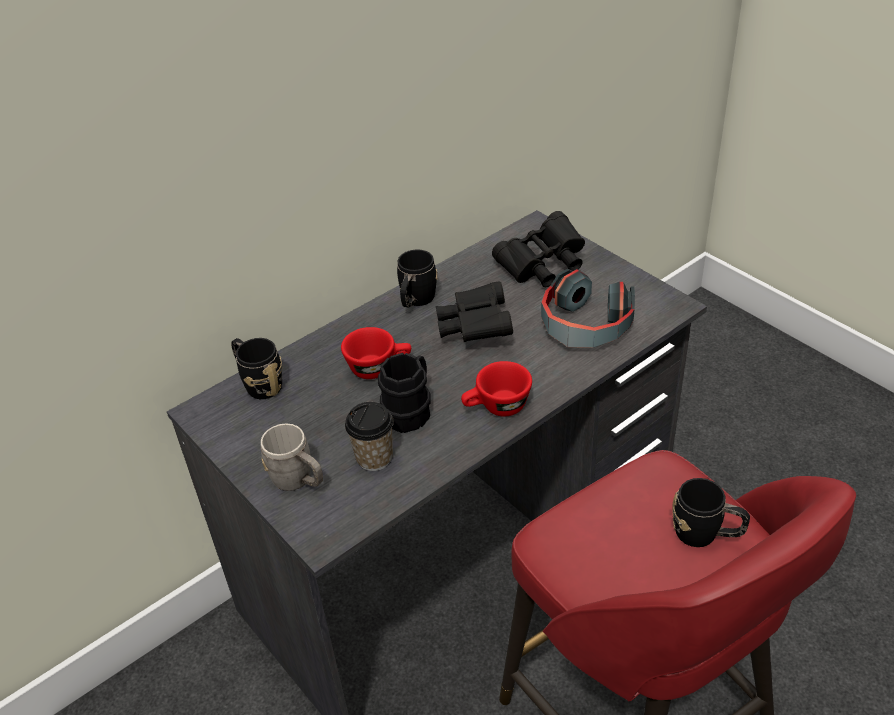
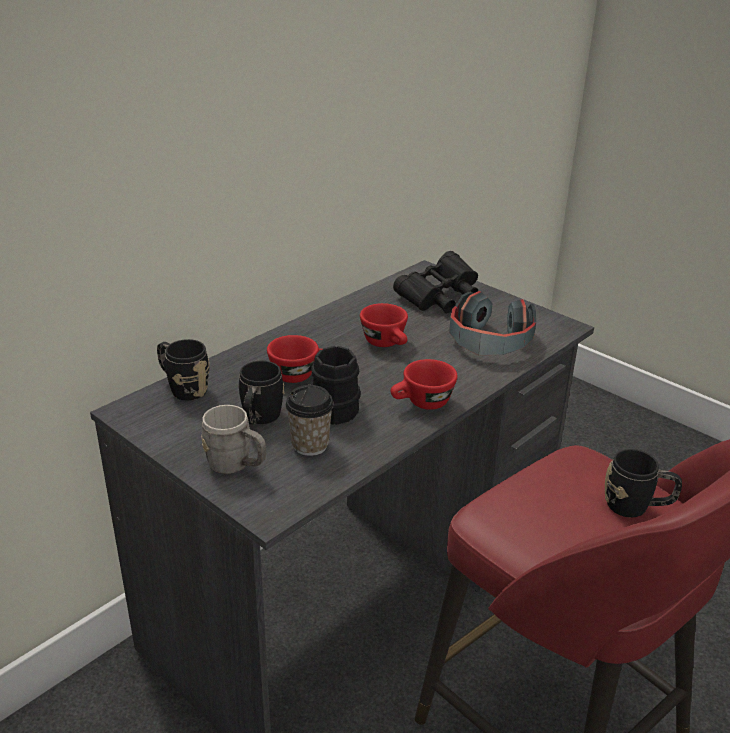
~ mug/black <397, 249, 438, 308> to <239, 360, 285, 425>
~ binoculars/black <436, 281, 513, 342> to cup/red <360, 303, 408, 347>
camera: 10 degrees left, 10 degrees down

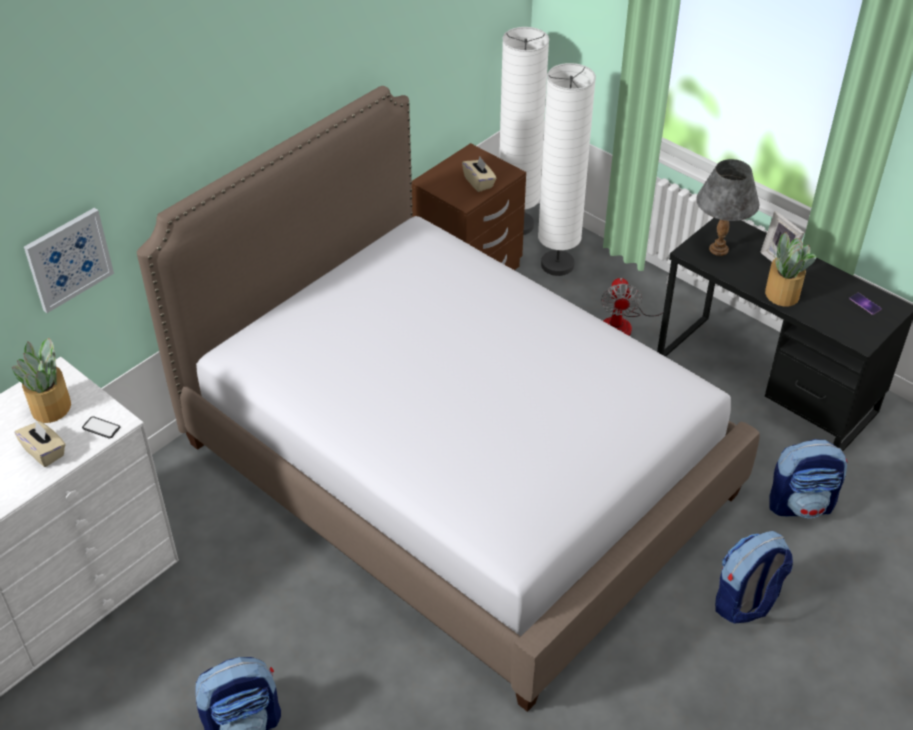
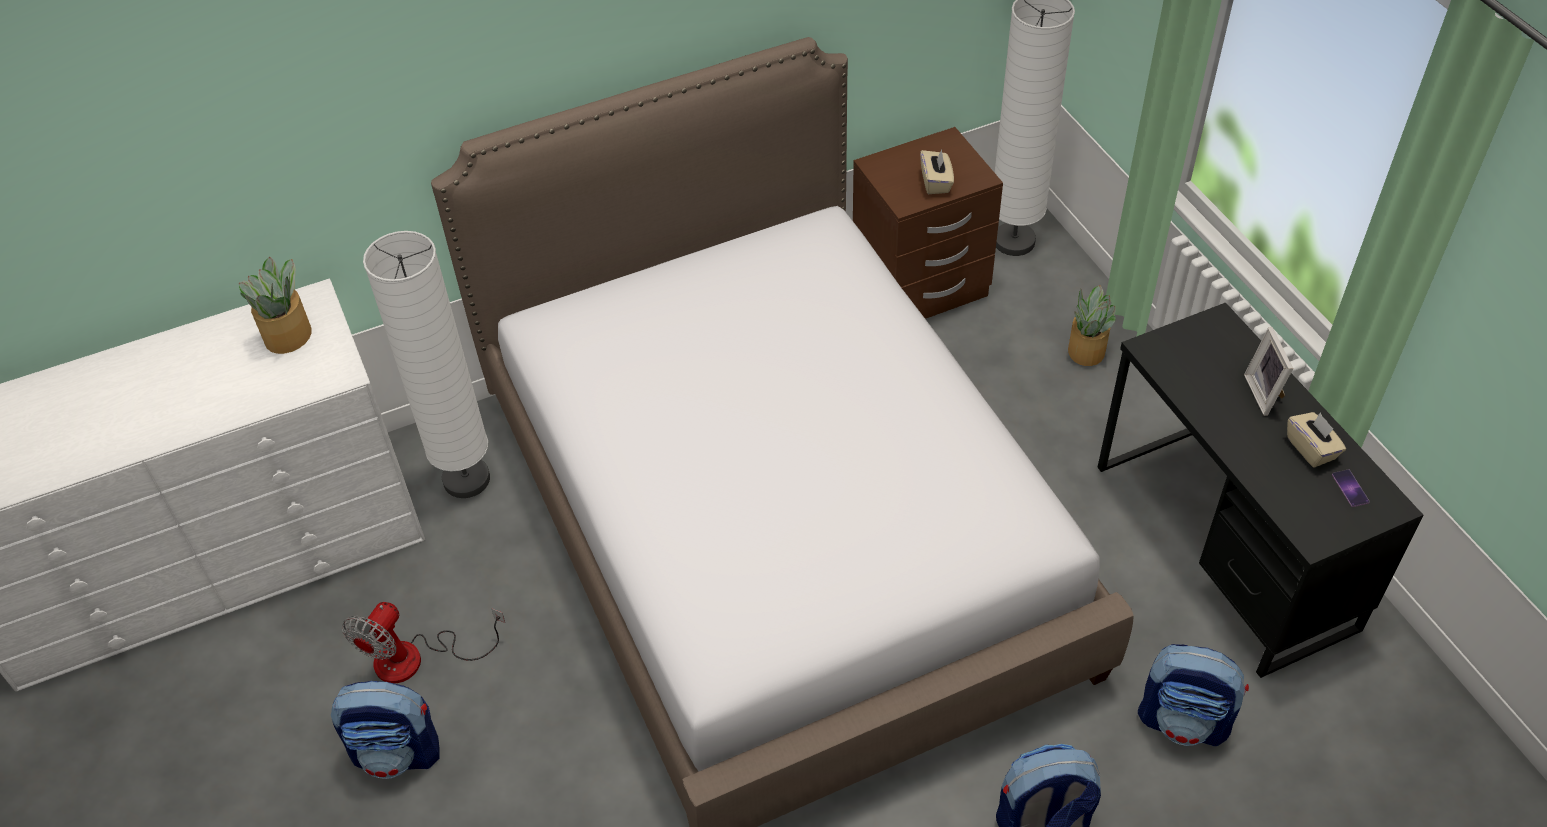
- picture <24, 208, 114, 313>
- phone <82, 416, 120, 438>
- table lamp/grey <696, 159, 760, 256>
~ tissue box/beige <15, 421, 66, 467> to <1287, 412, 1346, 468>
~ floor lamp/white <538, 63, 596, 276> to <363, 231, 490, 498>
~ fan <601, 275, 669, 336> to <343, 602, 505, 683>
~ potted plant <765, 232, 816, 307> to <1068, 285, 1116, 366>
camera: 25 degrees right, 5 degrees up

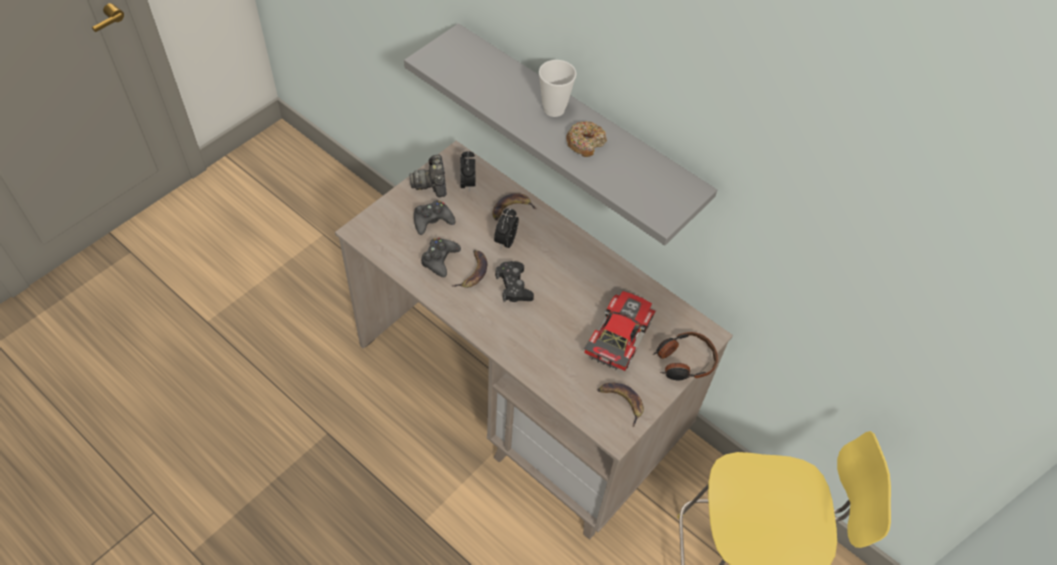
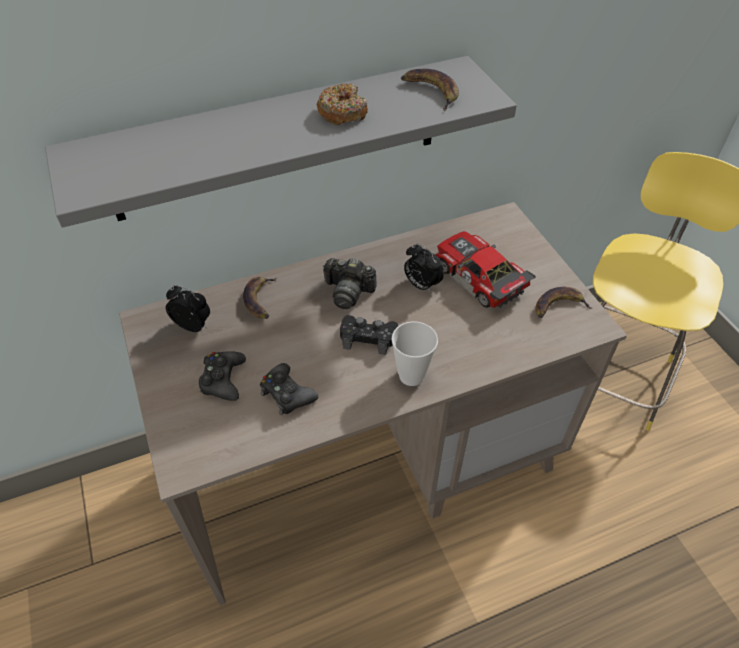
- headphones <653, 332, 718, 380>
~ photo camera <409, 155, 447, 197> to <323, 258, 377, 309>
~ banana <452, 250, 487, 288> to <401, 69, 459, 111>
~ alarm clock <494, 208, 519, 249> to <404, 243, 444, 293>
~ cup <539, 60, 576, 117> to <392, 321, 438, 386>
camera: 60 degrees left, 5 degrees down

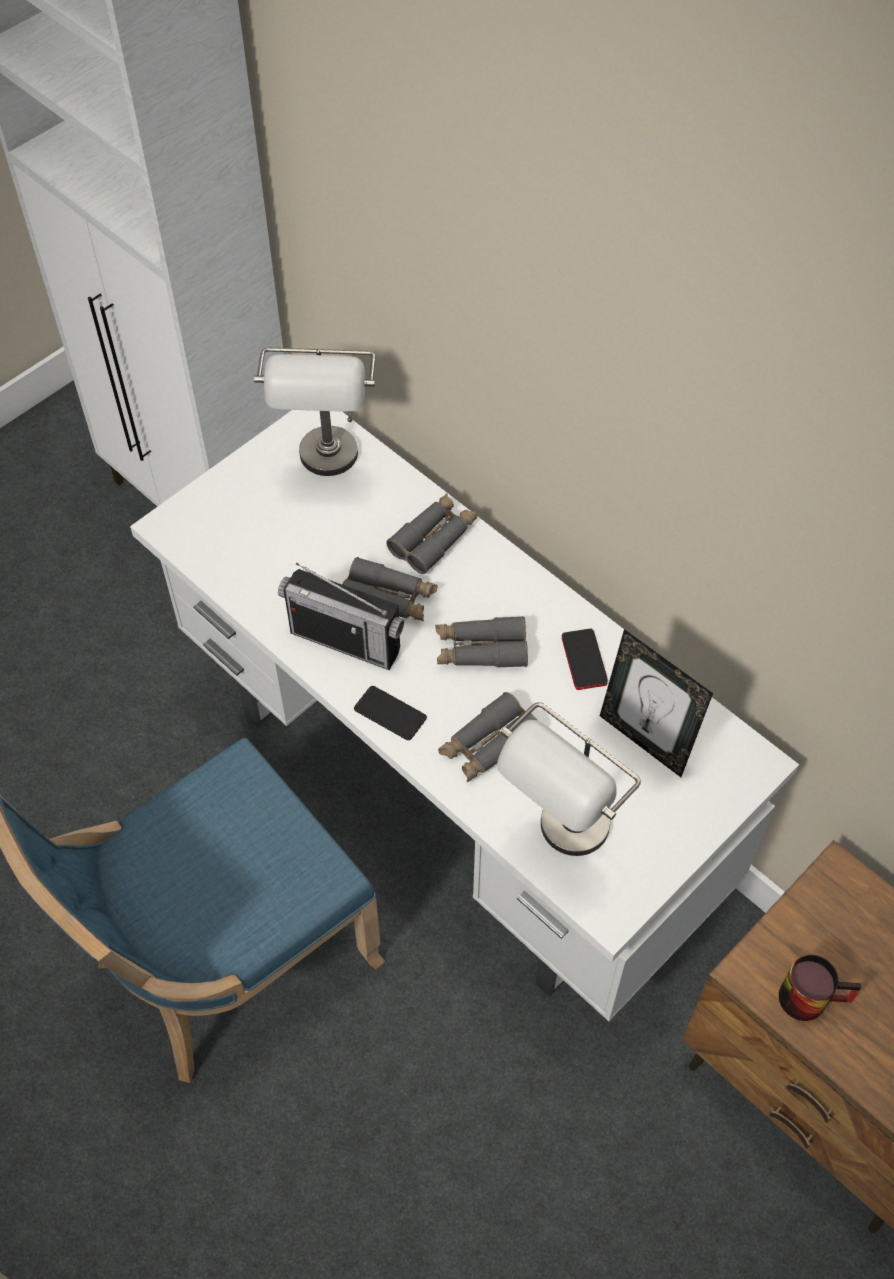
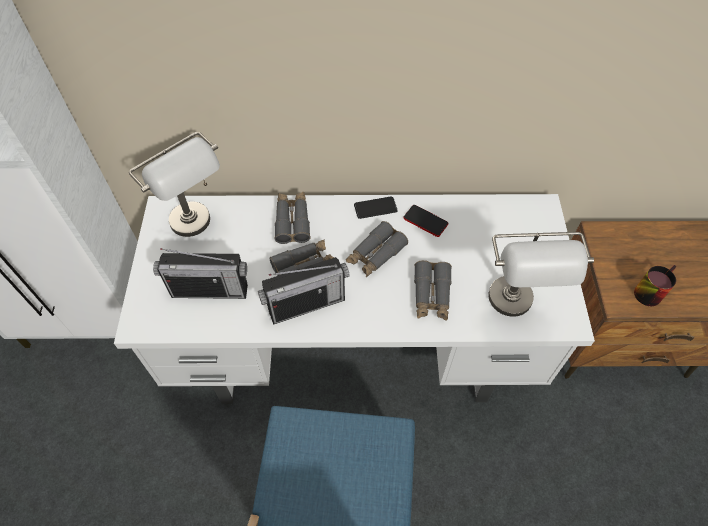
- picture frame <600, 629, 713, 777>
+ radio <153, 248, 248, 299>
~ phone <354, 686, 427, 740> to <354, 196, 398, 219>
camera: 45 degrees left, 0 degrees up

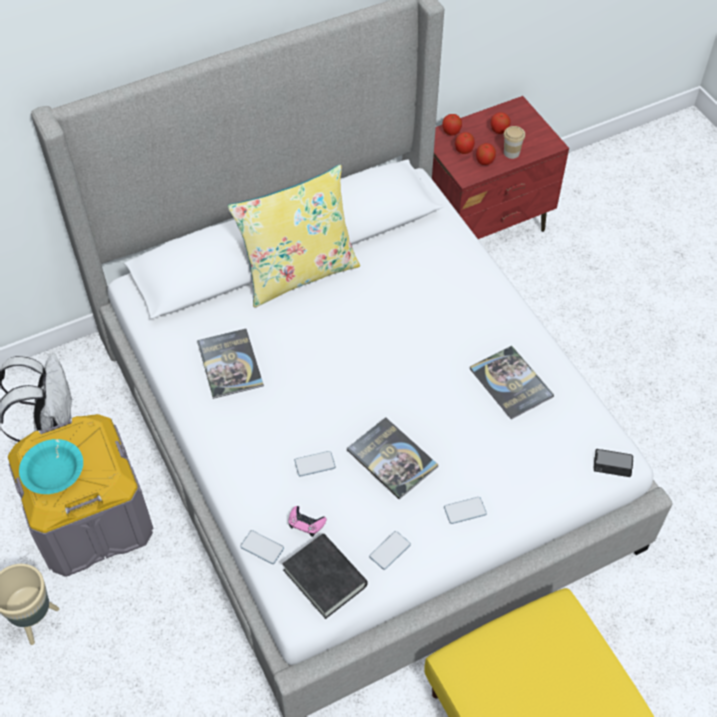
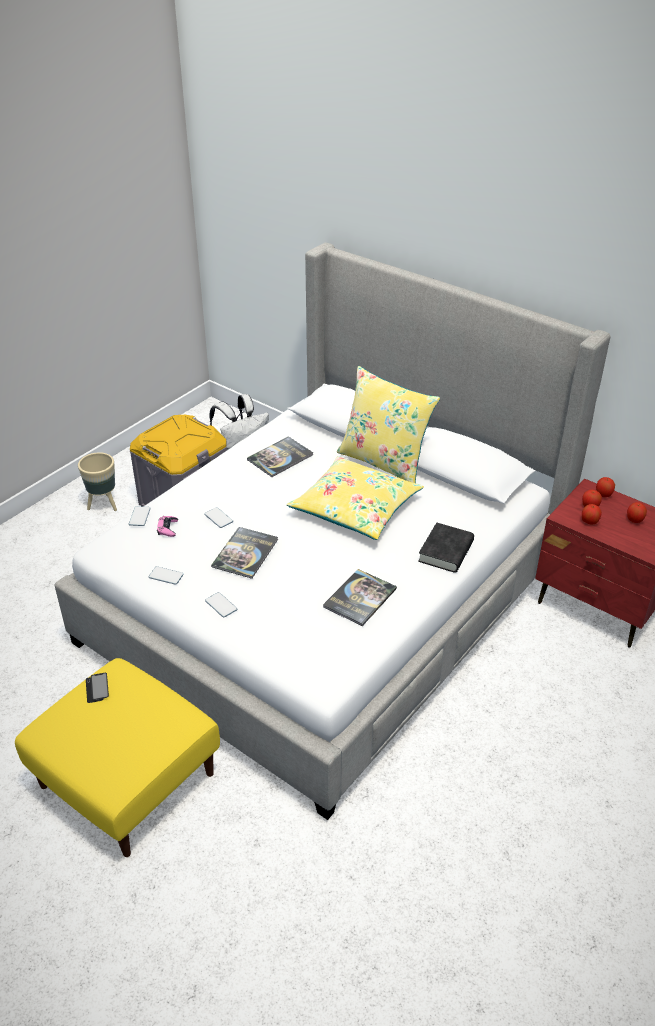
- bowl/turquoise <19, 439, 83, 494>
- cup <504, 126, 525, 159>
+ pillow/yellow <287, 456, 424, 540>
~ book/black <283, 534, 368, 619> to <418, 523, 474, 573>
~ phone <593, 449, 633, 477> to <86, 673, 109, 703>
camera: 65 degrees right, 15 degrees down

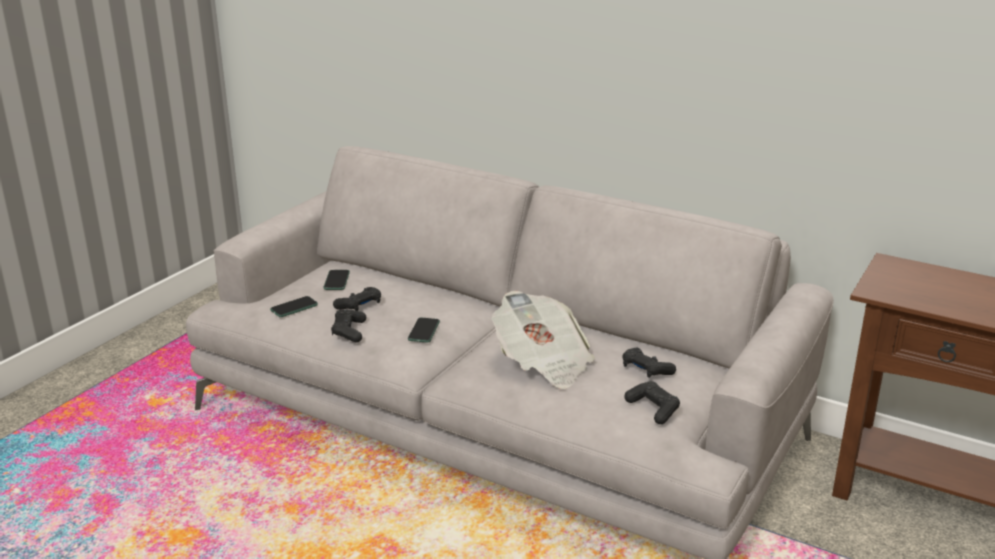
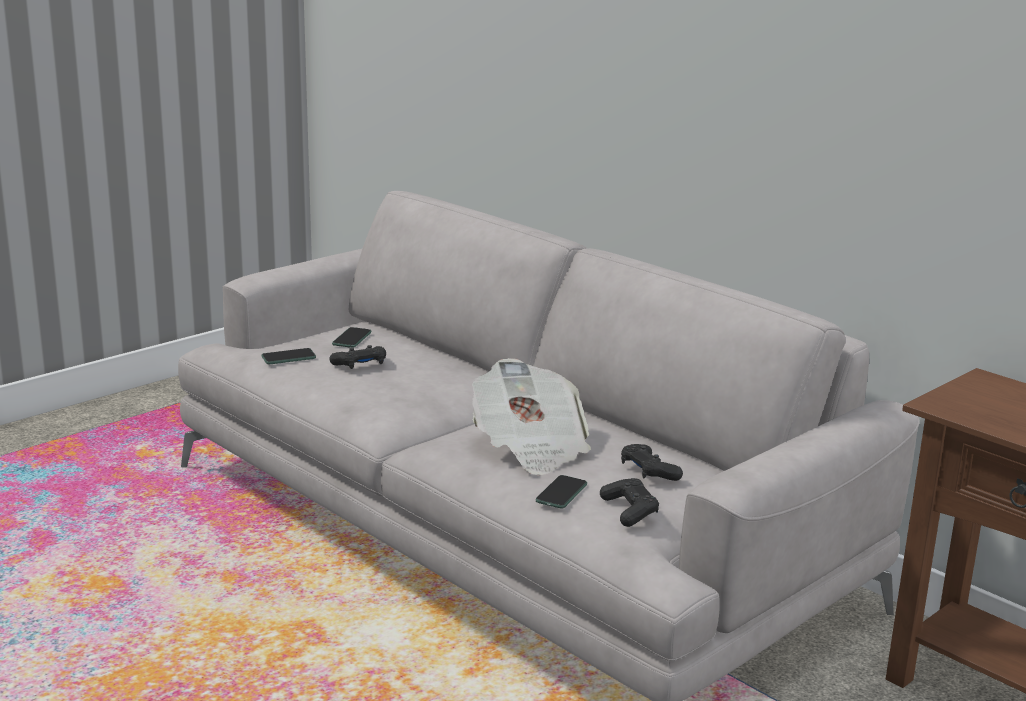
- game controller/black <331, 309, 366, 342>
~ phone <408, 318, 440, 343> to <536, 475, 587, 509>
camera: 15 degrees right, 5 degrees down

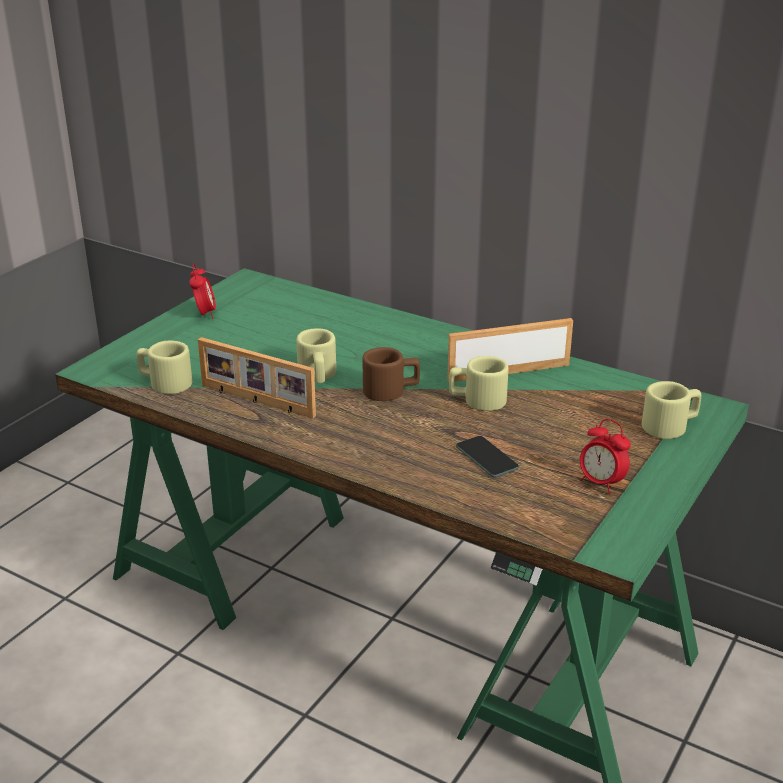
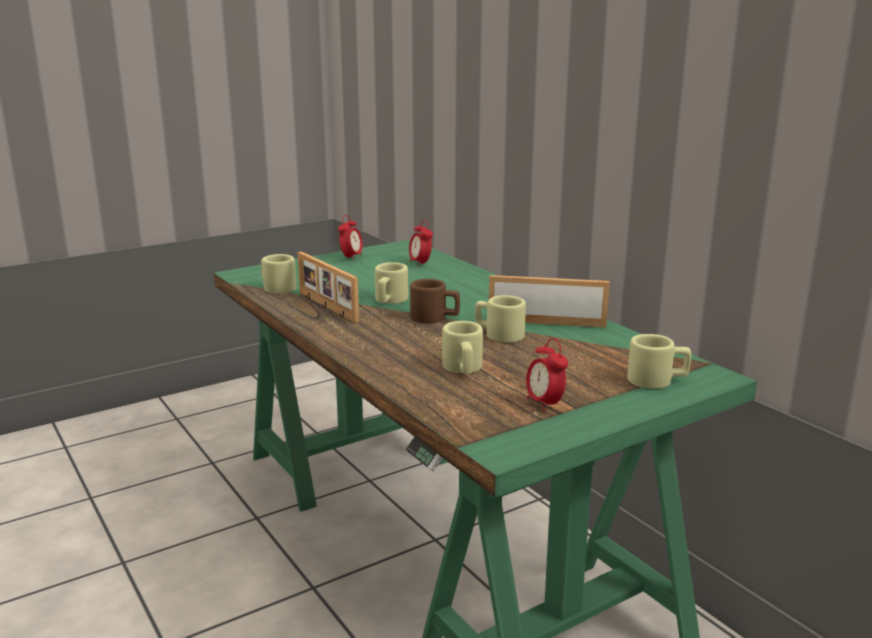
+ alarm clock <409, 220, 433, 267>
~ phone <456, 436, 519, 478> to mug/beige <442, 321, 483, 374>
camera: 25 degrees right, 10 degrees down

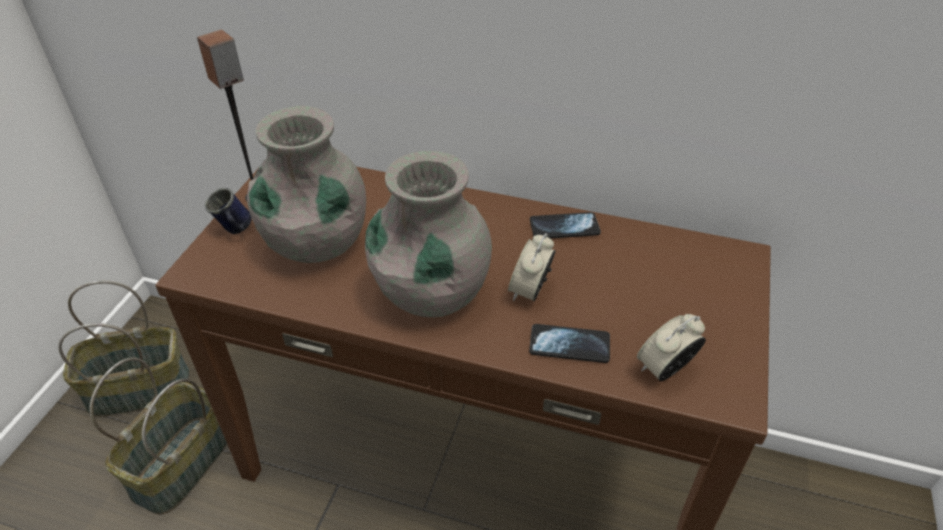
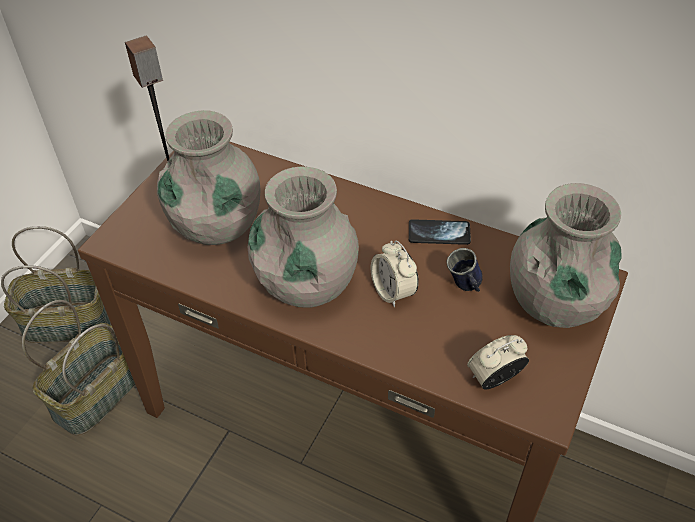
- phone <529, 324, 610, 363>
+ vase/grey <510, 183, 621, 328>
~ mug/blue <205, 188, 252, 234> to <447, 248, 483, 292>
~ alarm clock <508, 233, 556, 301> = <371, 240, 419, 307> 60 degrees counterclockwise
camera: 10 degrees right, 5 degrees up

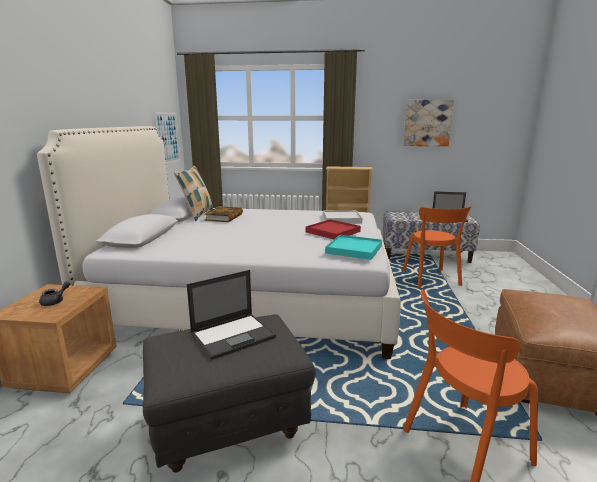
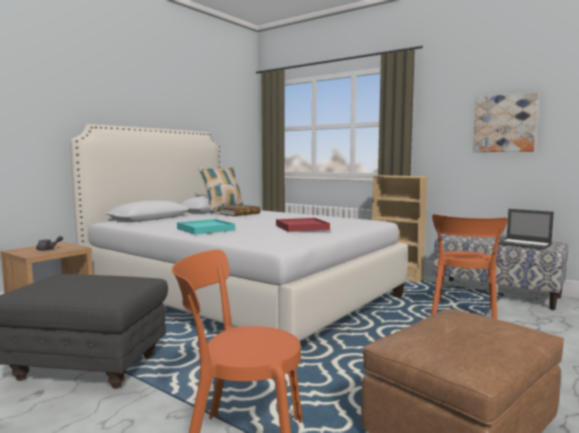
- picture <154, 112, 180, 164>
- laptop <187, 270, 276, 360>
- tray/white <323, 210, 363, 224>
~ tray/turquoise <325, 235, 382, 260> to <177, 219, 235, 235>
camera: 30 degrees right, 10 degrees down

